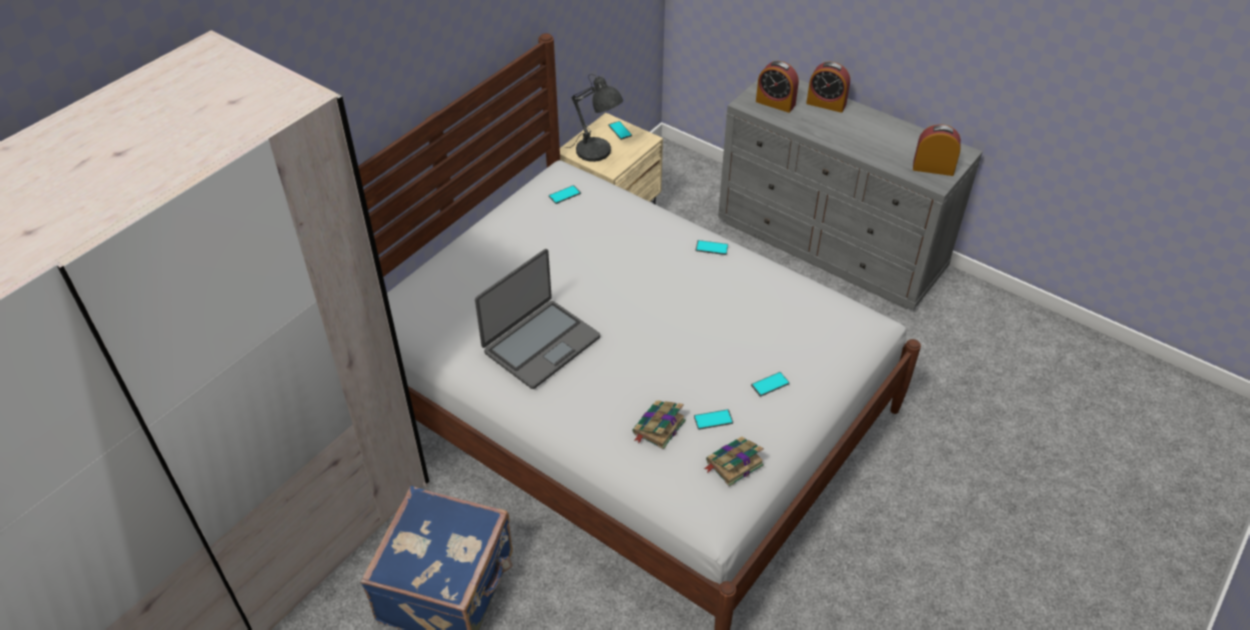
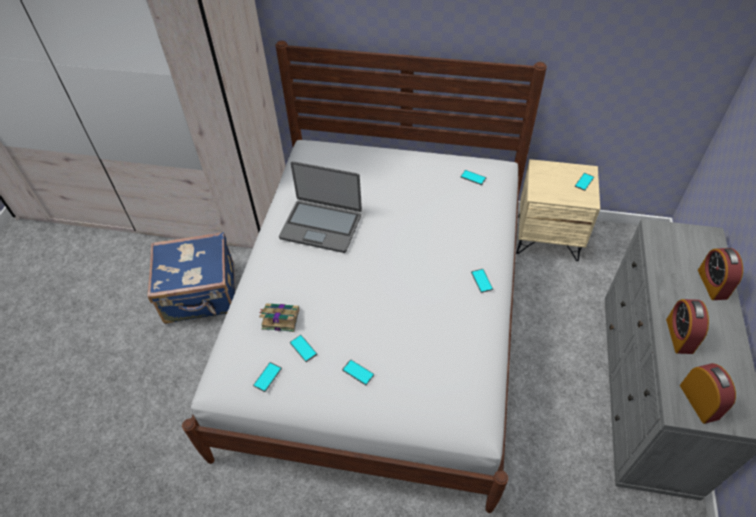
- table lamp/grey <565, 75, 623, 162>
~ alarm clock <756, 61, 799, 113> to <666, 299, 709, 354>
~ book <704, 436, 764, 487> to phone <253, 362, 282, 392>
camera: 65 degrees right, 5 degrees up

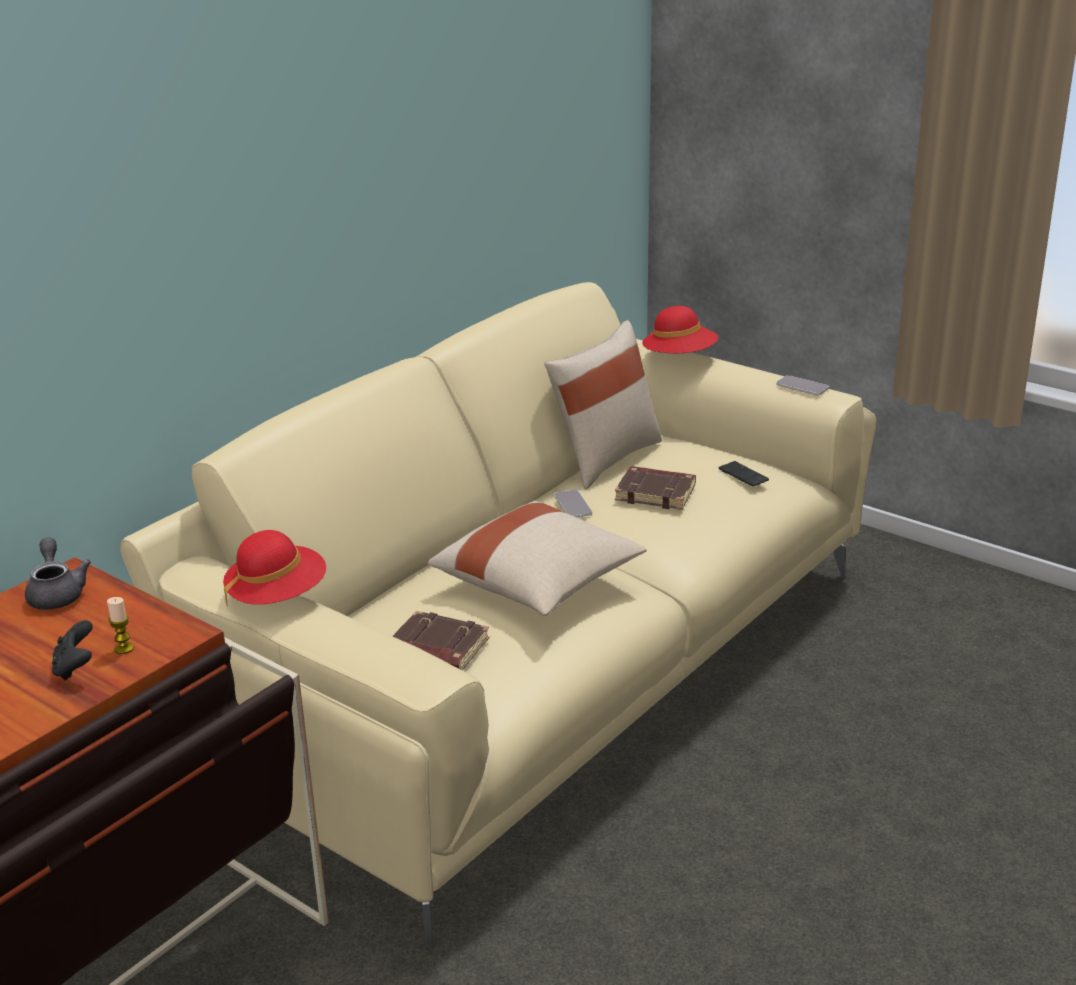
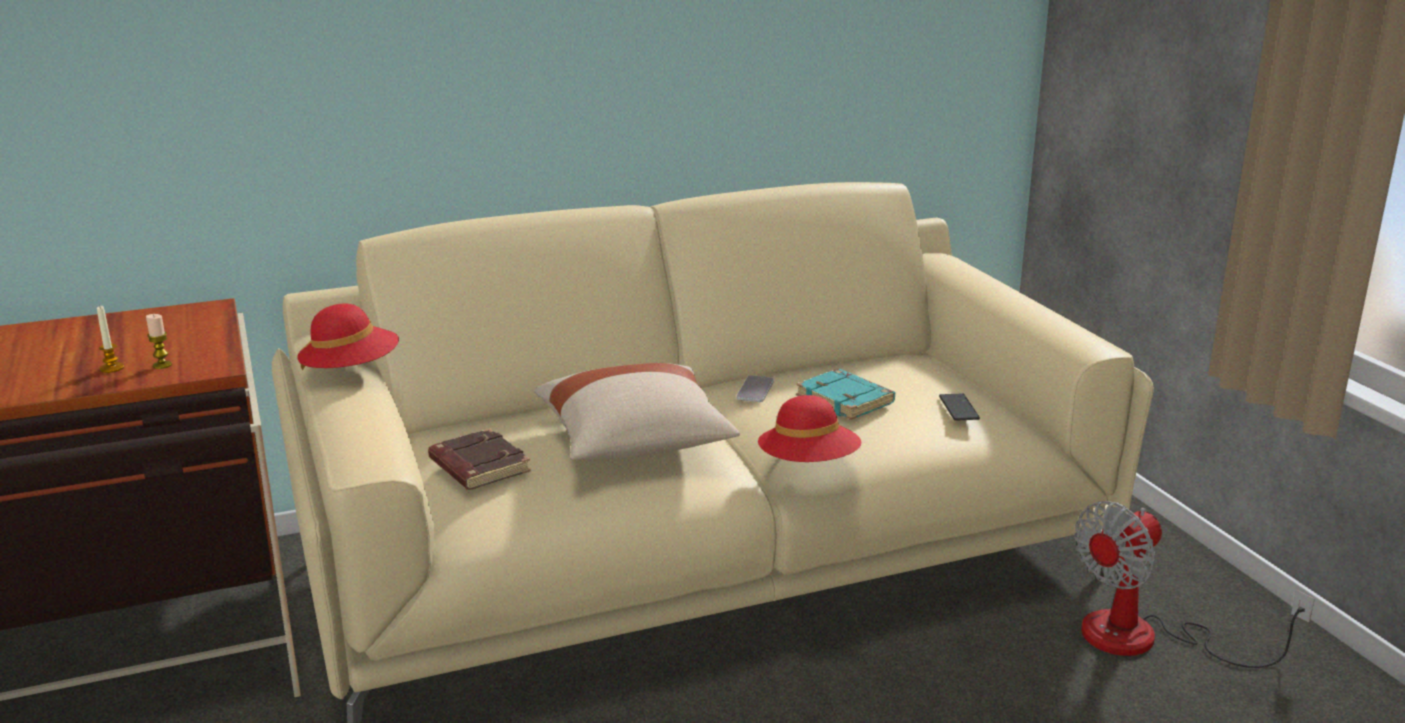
- teapot/grey <25, 537, 91, 610>
- pillow/beige <544, 320, 662, 490>
- phone <776, 375, 829, 395>
+ fan <1074, 501, 1315, 668>
~ hat/red <642, 306, 718, 353> to <758, 395, 861, 462>
~ game controller/black <52, 620, 93, 680> to candle <97, 306, 124, 373>
~ book/brown <615, 466, 696, 510> to book/turquoise <796, 369, 895, 420>
camera: 30 degrees right, 5 degrees down

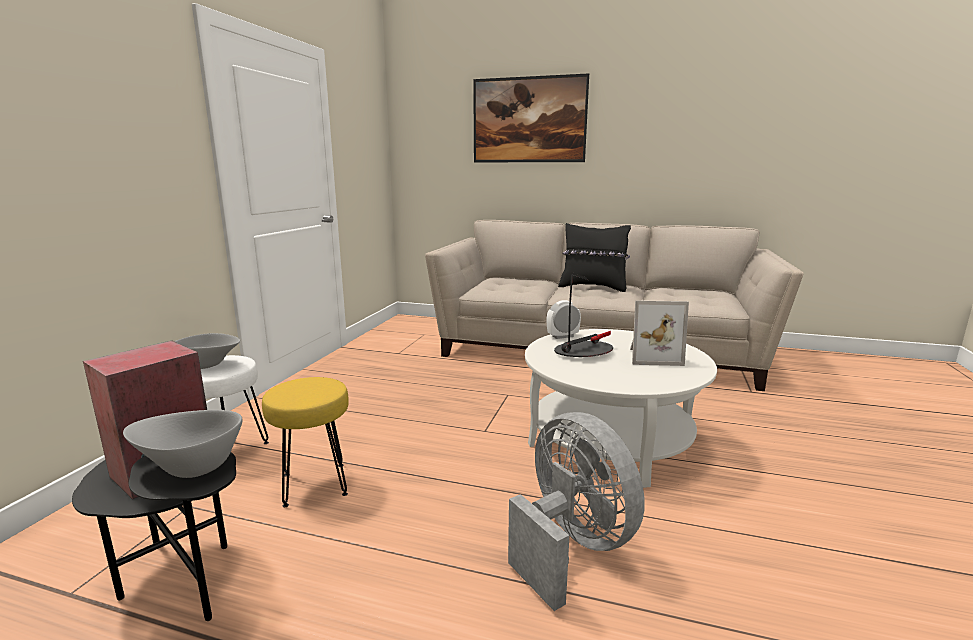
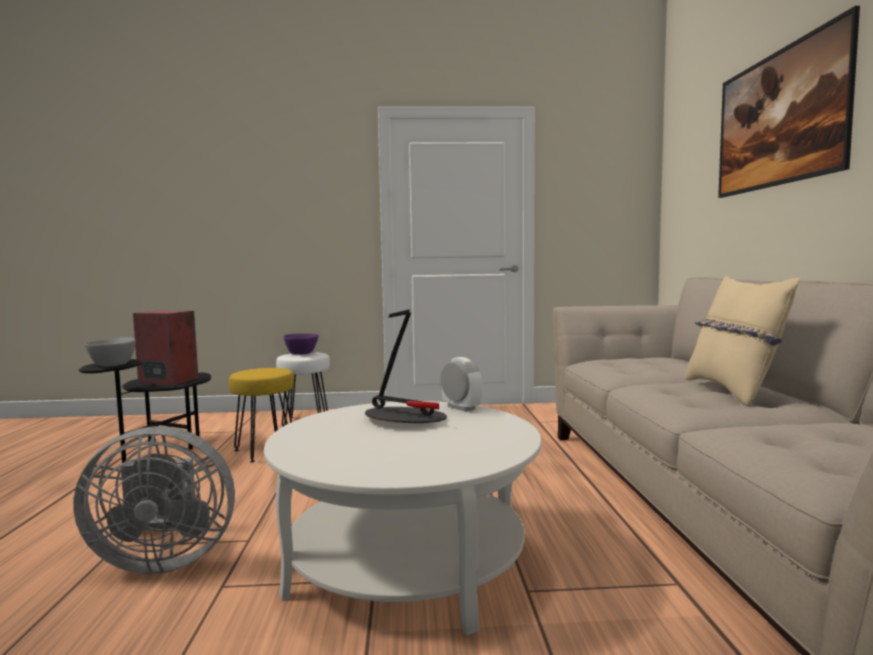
- picture frame <630, 300, 689, 366>
~ bowl/grey <174, 333, 240, 369> to bowl/purple <284, 333, 319, 355>
~ pillow/black <558, 223, 631, 292> to pillow/beige <685, 276, 800, 407>
~ fan/grey <508, 412, 645, 611> = <73, 426, 235, 574> 45 degrees clockwise
camera: 70 degrees right, 10 degrees down

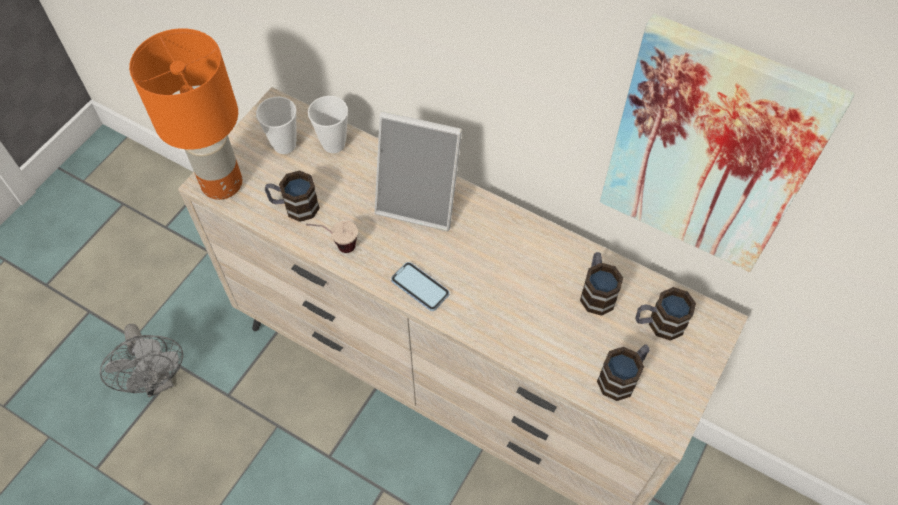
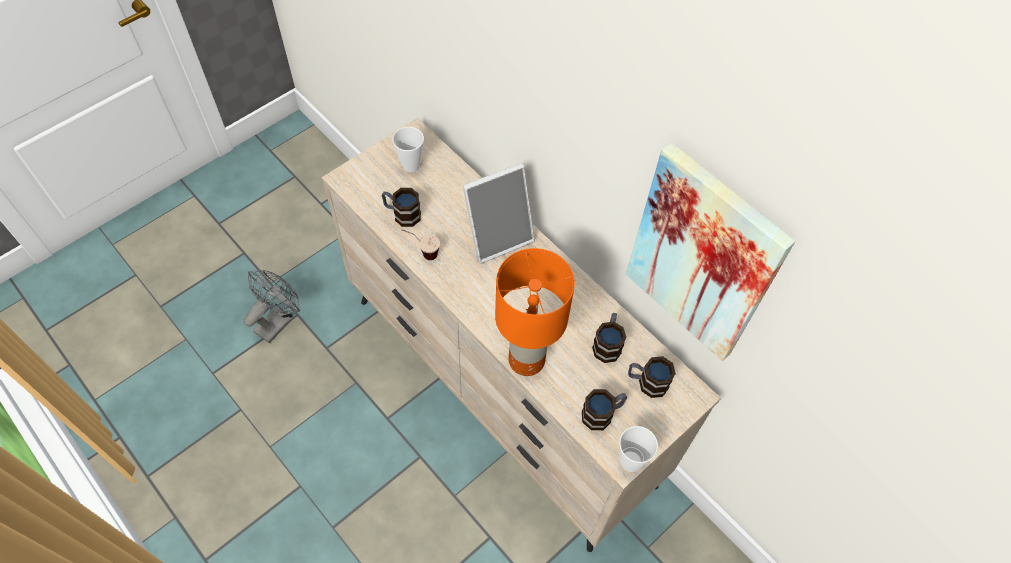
- phone <391, 262, 449, 311>
~ table lamp/orange <129, 28, 242, 200> to <495, 248, 575, 376>
~ cup <308, 96, 348, 153> to <619, 426, 658, 472>
~ fan/grey <100, 324, 183, 397> = <244, 270, 300, 343> 135 degrees counterclockwise
~ picture frame <375, 111, 462, 231> = <463, 163, 535, 264> 60 degrees counterclockwise
camera: 15 degrees right, 0 degrees up

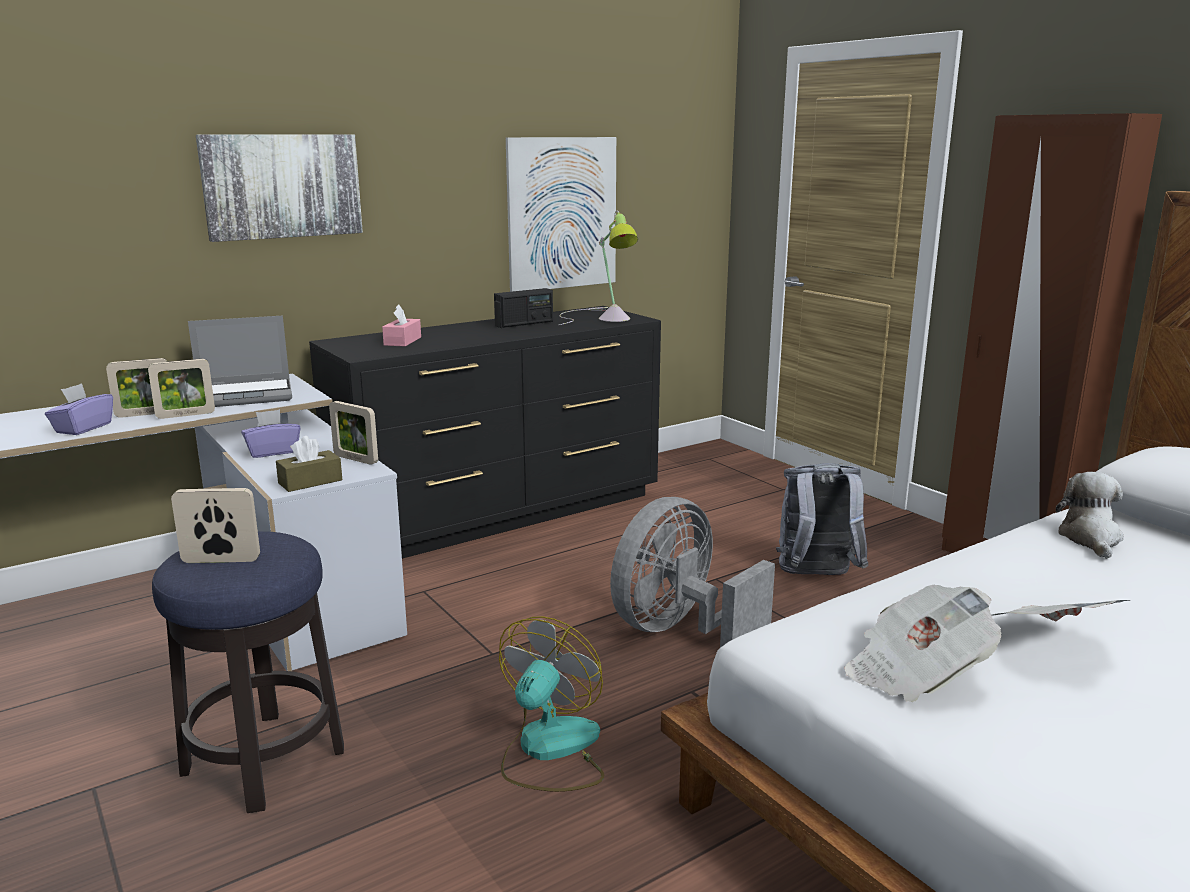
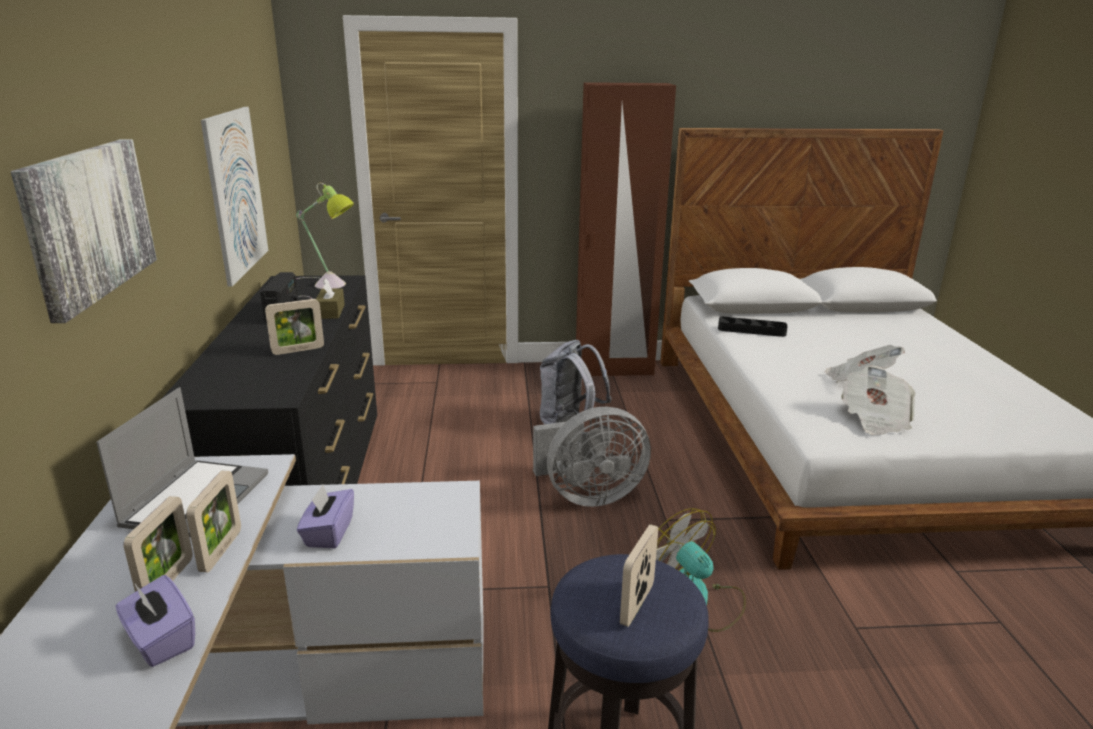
- tissue box/pink <382, 304, 421, 346>
~ tissue box/brown <276, 436, 342, 492> to <316, 278, 345, 319>
~ picture frame <329, 401, 378, 465> to <265, 299, 324, 355>
~ plush toy <1056, 472, 1124, 559> to tray/black <718, 317, 787, 337>
~ fan/grey <610, 497, 775, 648> = <533, 407, 651, 507> 90 degrees counterclockwise
camera: 60 degrees left, 5 degrees up

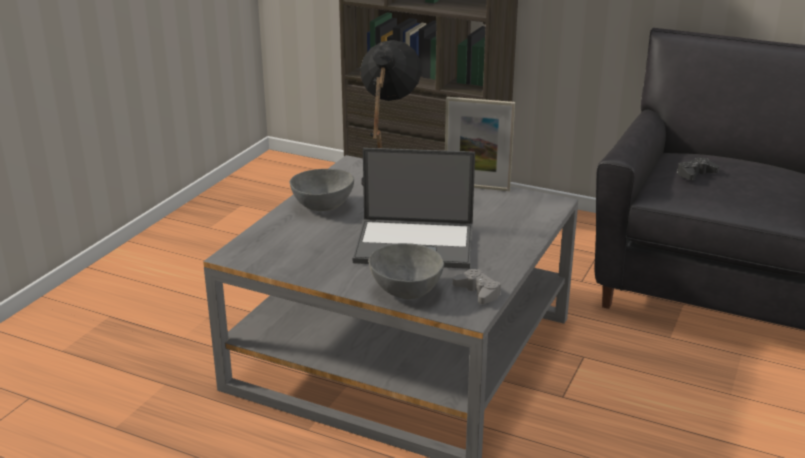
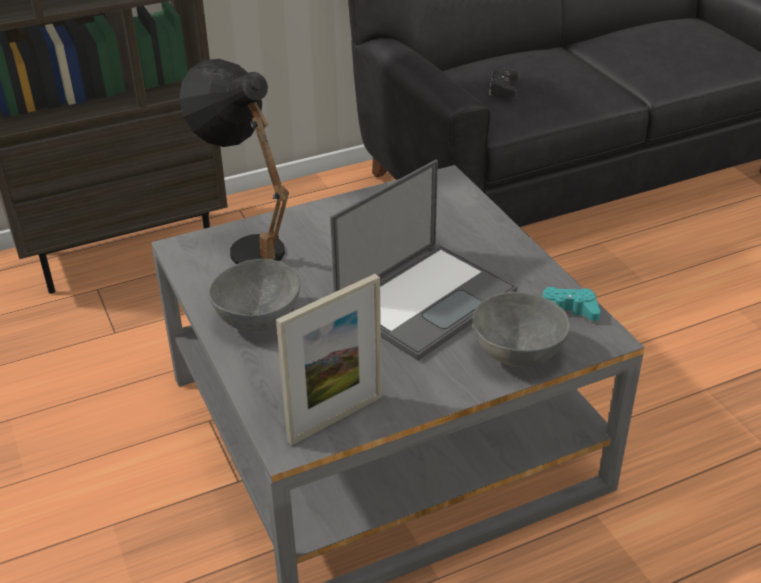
~ picture frame <445, 97, 515, 191> to <276, 274, 382, 446>
~ game controller/grey <453, 269, 501, 304> to game controller/turquoise <542, 287, 601, 321>
camera: 50 degrees left, 10 degrees up

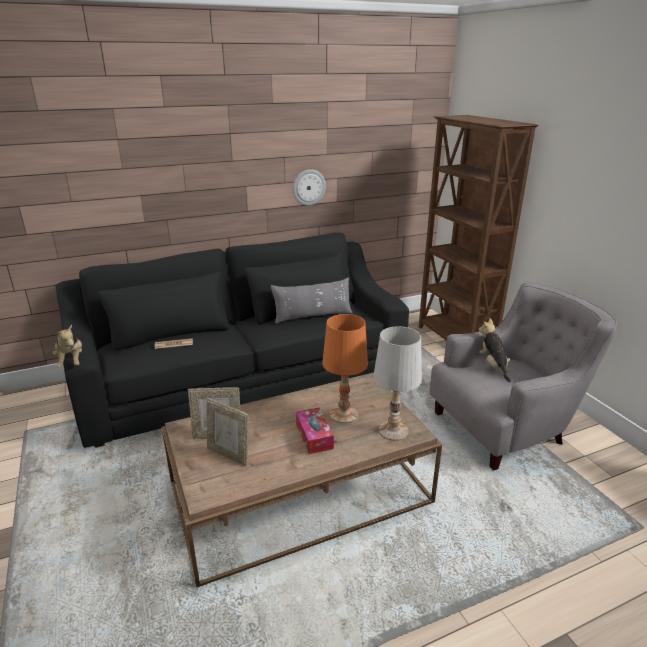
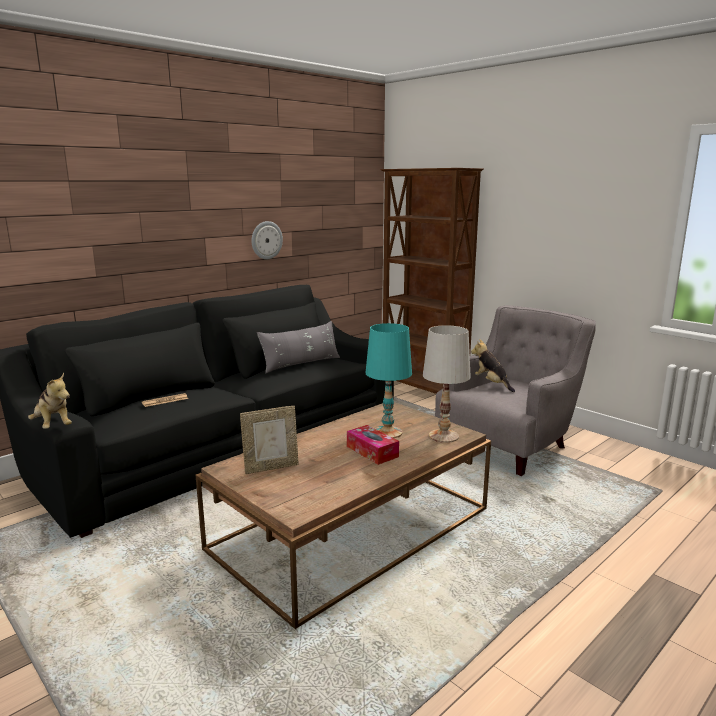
- picture frame <207, 398, 249, 467>
~ table lamp/orange <322, 314, 368, 423> to table lamp/turquoise <365, 323, 412, 438>
camera: 20 degrees left, 10 degrees down

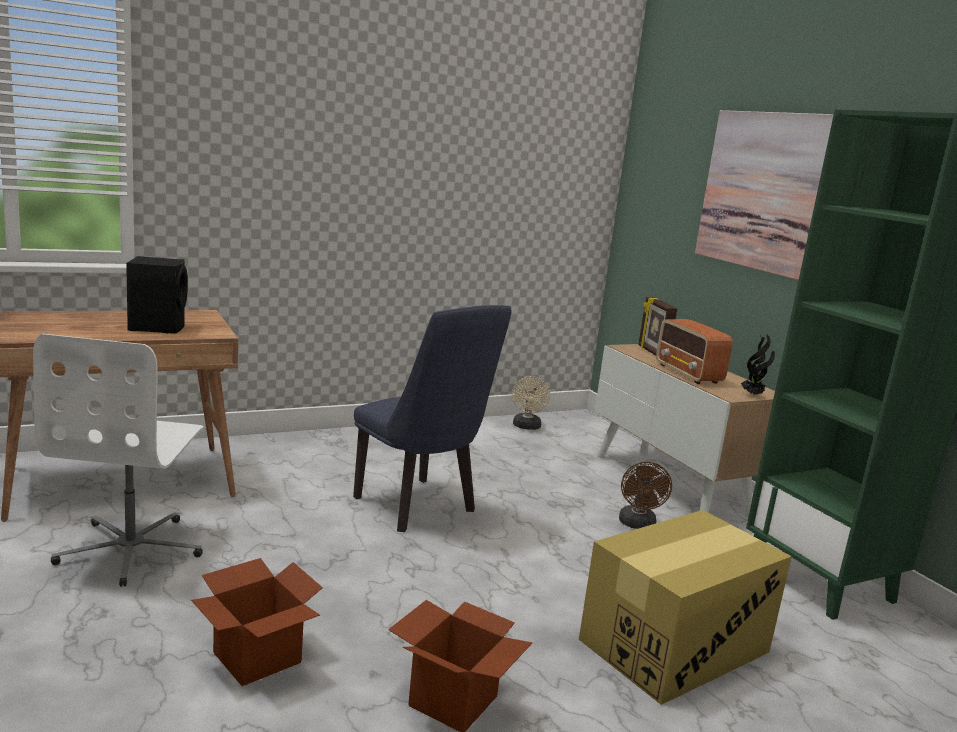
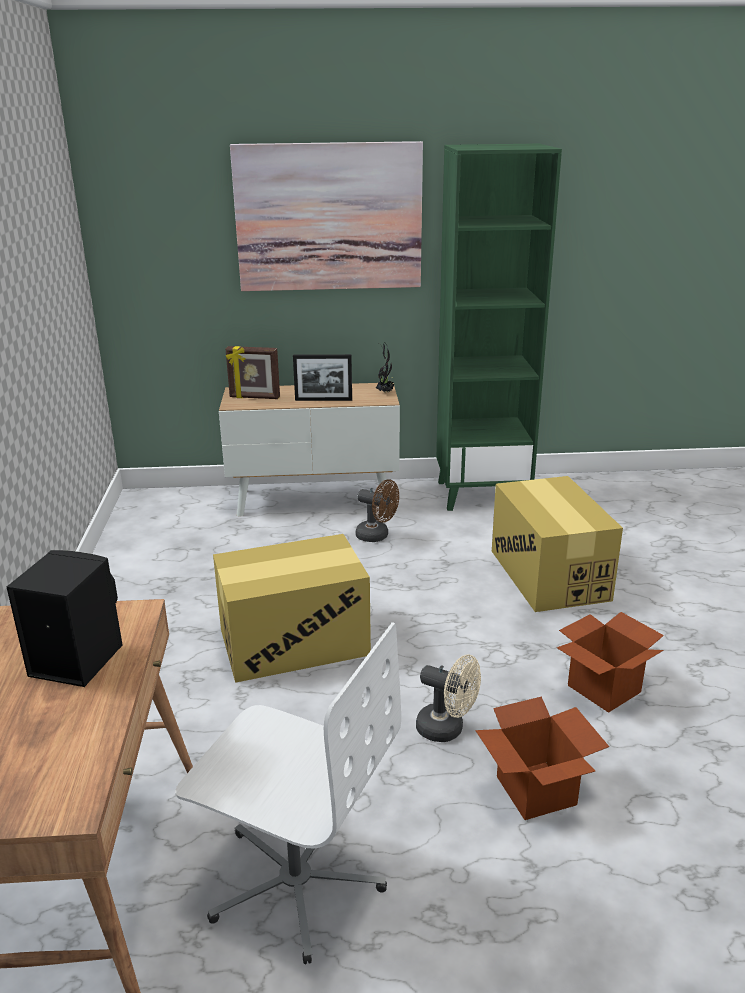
~ fan/beige <512, 376, 550, 430> to <416, 654, 481, 742>
~ chair/blue <353, 305, 511, 532> to cardboard box <213, 534, 371, 683>
~ radio <656, 319, 733, 384> to picture frame <293, 354, 352, 401>
camera: 65 degrees left, 10 degrees up

